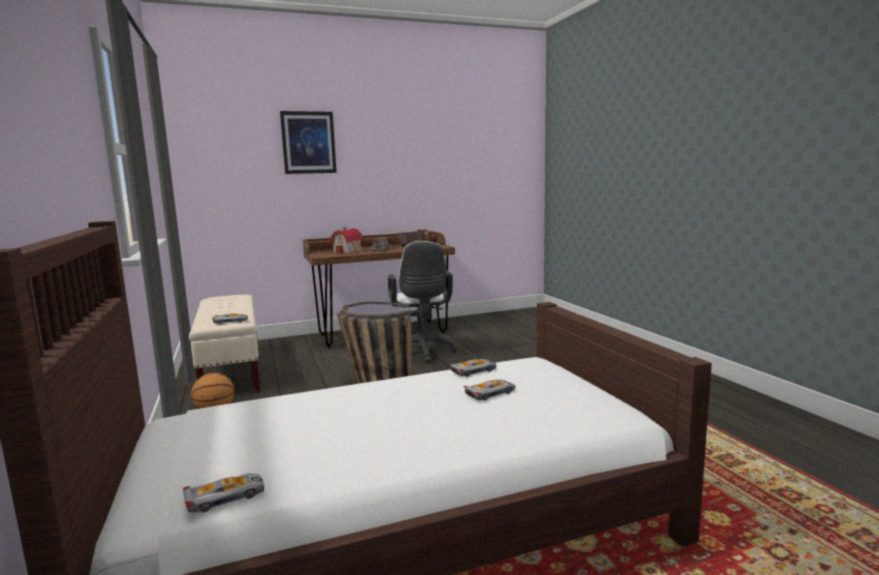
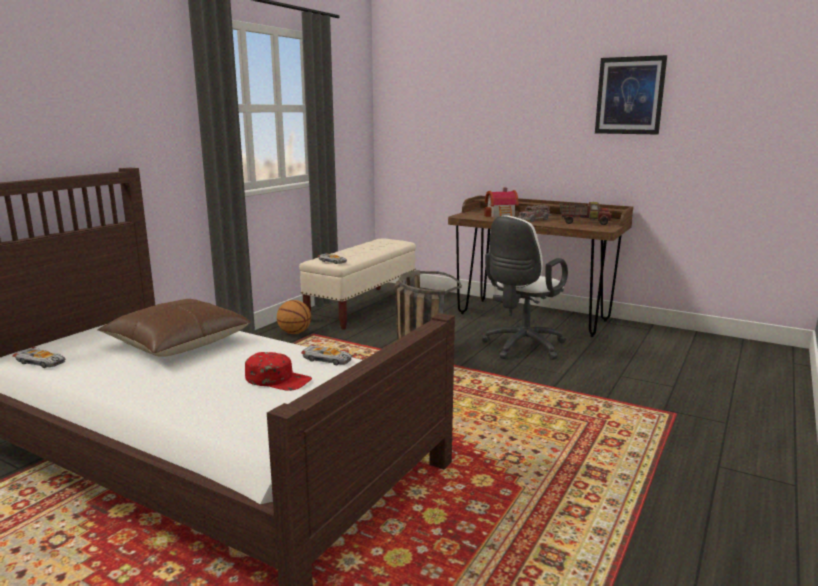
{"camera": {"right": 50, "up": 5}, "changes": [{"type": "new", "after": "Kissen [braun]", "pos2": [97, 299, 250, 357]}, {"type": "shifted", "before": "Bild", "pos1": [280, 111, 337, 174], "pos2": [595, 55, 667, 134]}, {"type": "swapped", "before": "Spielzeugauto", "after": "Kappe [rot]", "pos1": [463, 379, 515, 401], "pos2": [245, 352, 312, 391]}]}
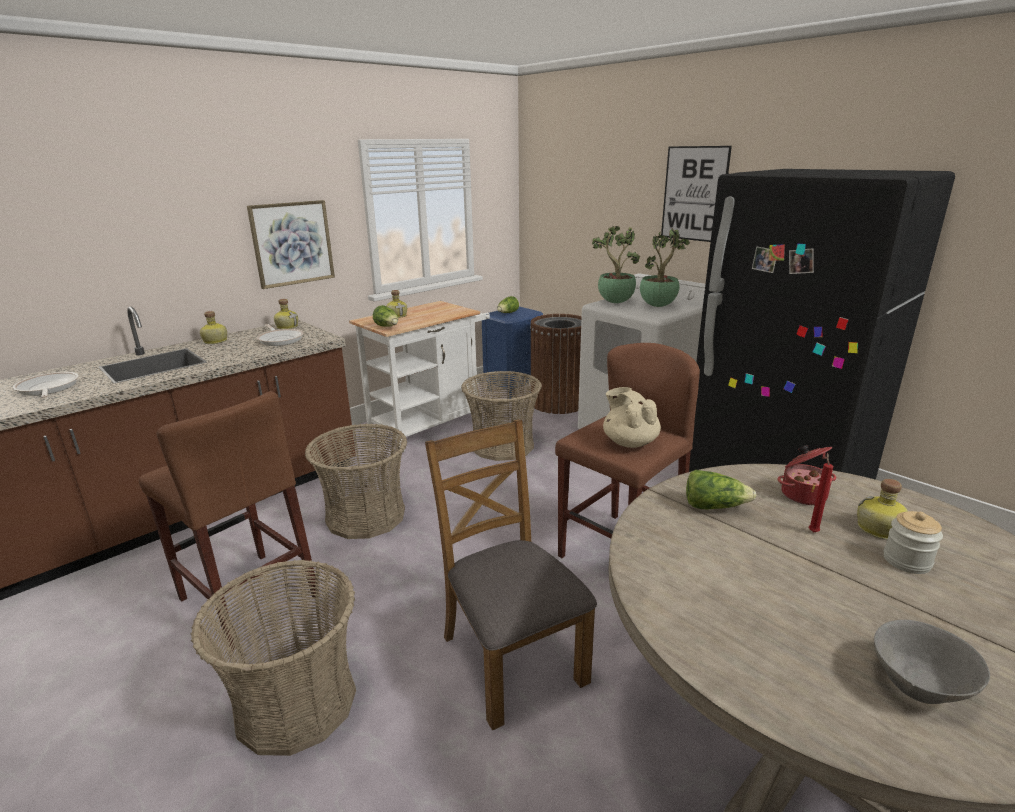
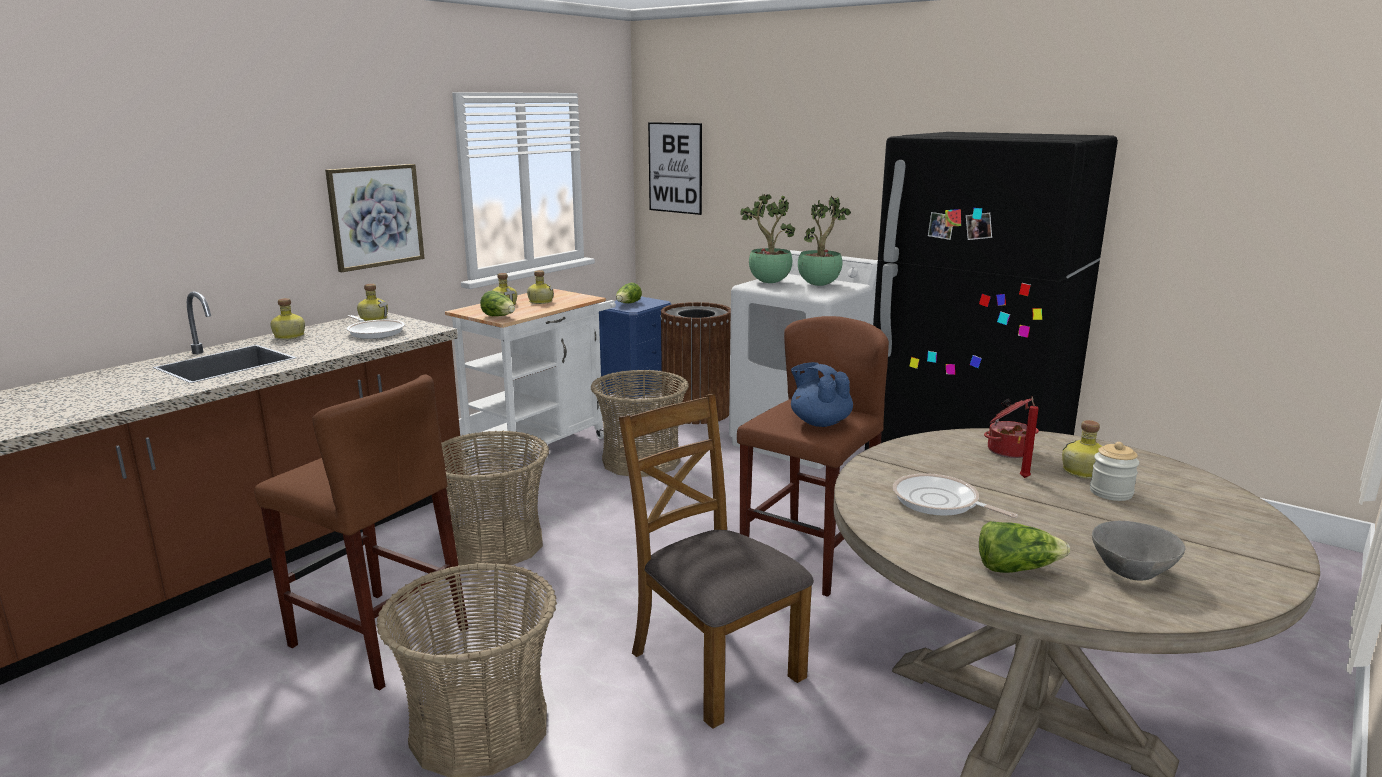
{"camera": {"right": -10, "up": -5}, "changes": [{"type": "new", "after": "Flasche", "pos2": [527, 270, 554, 304]}, {"type": "shifted", "before": "Pfanne", "pos1": [13, 372, 79, 398], "pos2": [893, 473, 1018, 518]}, {"type": "shifted", "before": "Bild", "pos1": [661, 146, 732, 242], "pos2": [648, 122, 702, 215]}, {"type": "shifted", "before": "Salatkopf", "pos1": [686, 470, 757, 509], "pos2": [979, 521, 1070, 573]}, {"type": "repainted", "before": "Teekanne [beige]", "after": "Teekanne [blau]", "pos1": [603, 387, 661, 448], "pos2": [791, 362, 853, 427]}]}
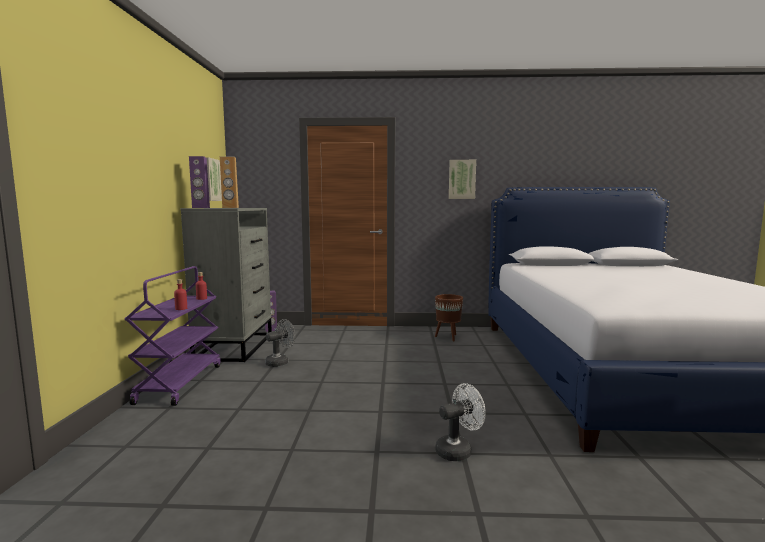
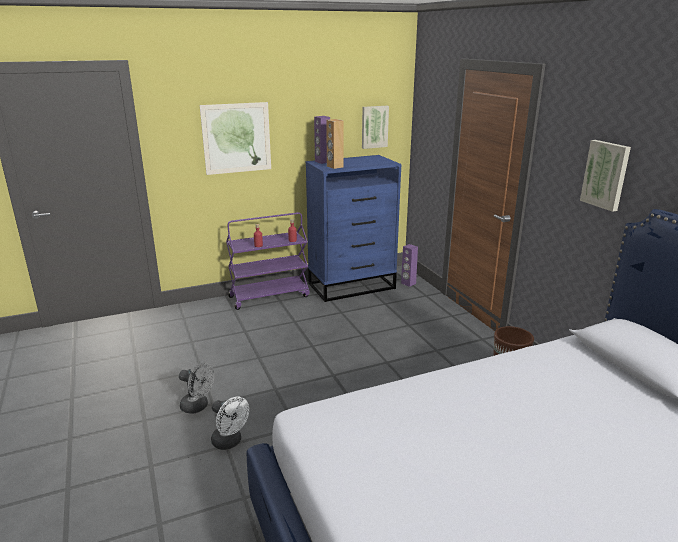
{"camera": {"right": 65, "up": 15}, "changes": [{"type": "new", "after": "Bild", "pos2": [200, 102, 271, 175]}, {"type": "shifted", "before": "Ventilator [grau]", "pos1": [265, 319, 295, 367], "pos2": [179, 362, 214, 414]}, {"type": "repainted", "before": "Kommode [grau]", "after": "Kommode [blau]", "pos1": [181, 208, 272, 362], "pos2": [306, 155, 401, 302]}]}
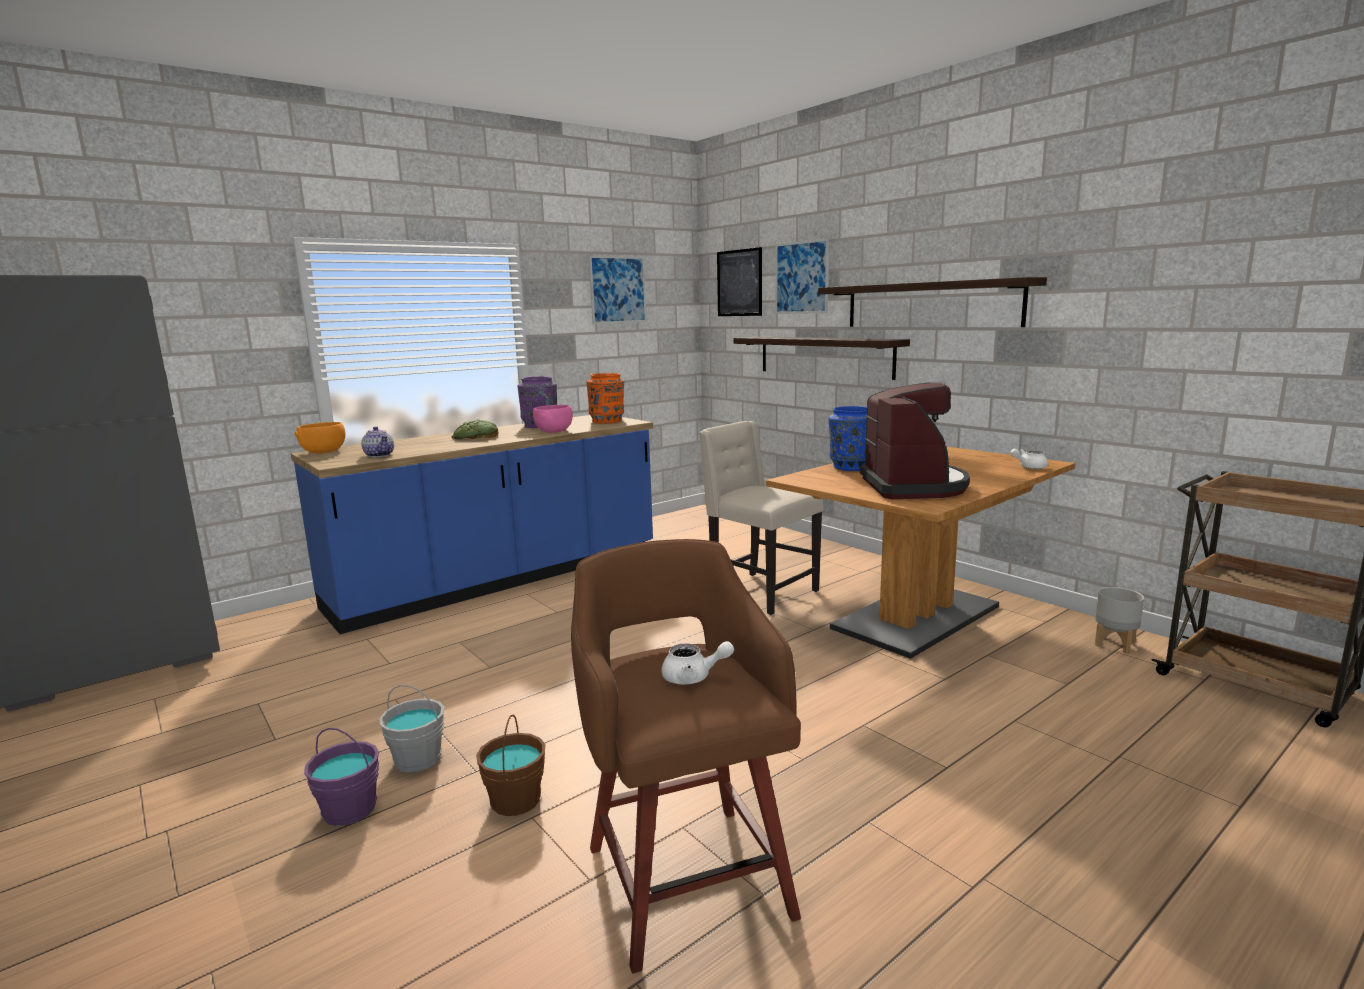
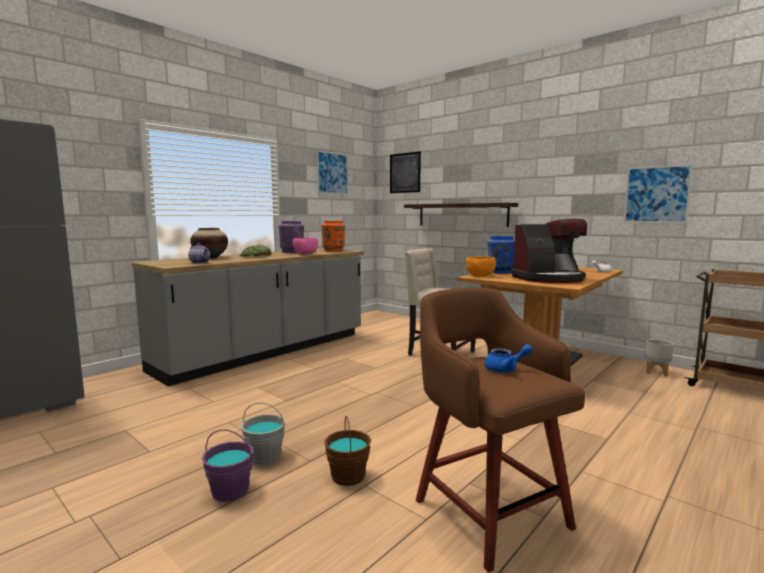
{"camera": {"right": -10, "up": -5}, "changes": [{"type": "gone", "before": "Wandregal", "pos1": [818, 277, 1047, 327]}, {"type": "new", "after": "Vase", "pos2": [190, 228, 228, 259]}, {"type": "shifted", "before": "Schüssel [orange]", "pos1": [295, 422, 346, 454], "pos2": [466, 256, 496, 277]}, {"type": "shifted", "before": "Bild", "pos1": [775, 238, 829, 314], "pos2": [623, 164, 693, 223]}, {"type": "repainted", "before": "Küchenzeile [blau]", "after": "Küchenzeile [grau]", "pos1": [291, 415, 653, 634], "pos2": [132, 248, 364, 386]}, {"type": "repainted", "before": "Teekanne [weiß]", "after": "Teekanne [blau]", "pos1": [661, 641, 734, 685], "pos2": [485, 344, 533, 372]}, {"type": "rotated", "before": "Kaffeemaschine", "pos1": [860, 382, 970, 499], "pos2": [510, 219, 587, 283], "turn": 90}]}
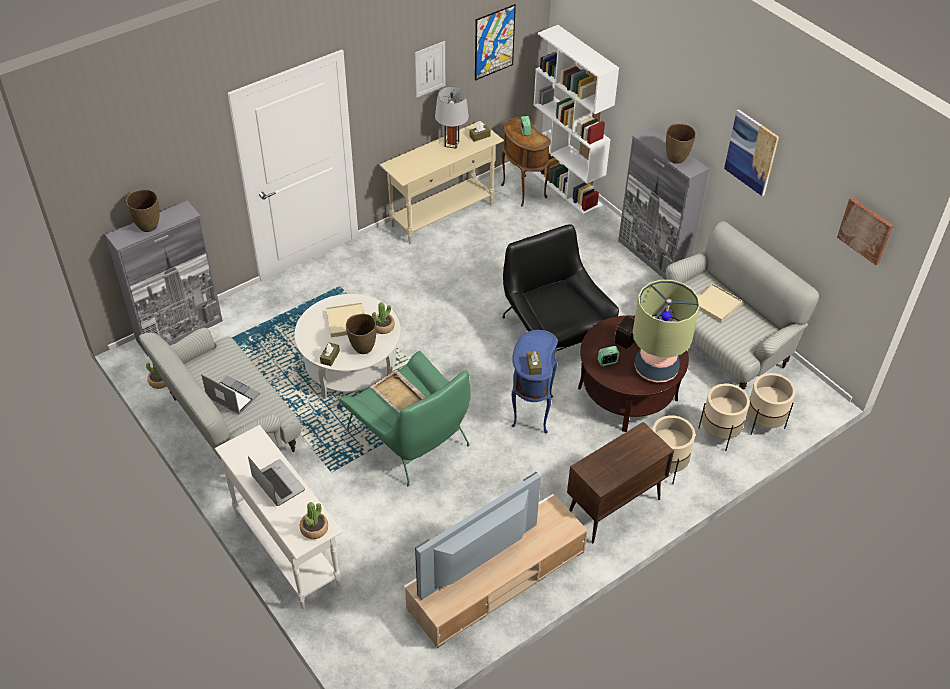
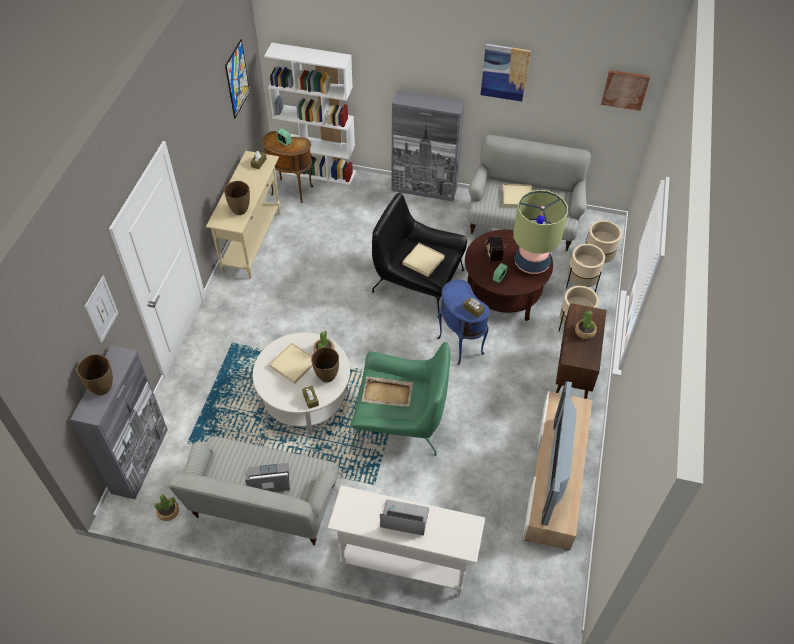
{"camera": {"right": -40, "up": 5}, "changes": [{"type": "gone", "before": "Tischlampe [grau]", "pos1": [435, 87, 469, 149]}, {"type": "new", "after": "Tablett [beige]", "pos2": [403, 243, 445, 277]}, {"type": "shifted", "before": "Topfpflanze", "pos1": [300, 502, 328, 539], "pos2": [575, 311, 597, 339]}, {"type": "shifted", "before": "Bild", "pos1": [415, 41, 445, 98], "pos2": [84, 276, 118, 343]}, {"type": "shifted", "before": "Vase [braun]", "pos1": [666, 123, 696, 164], "pos2": [224, 181, 250, 215]}]}
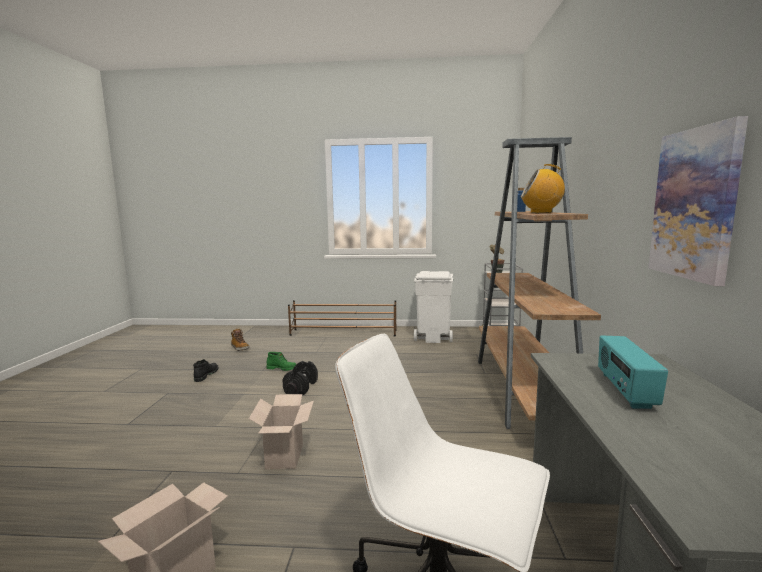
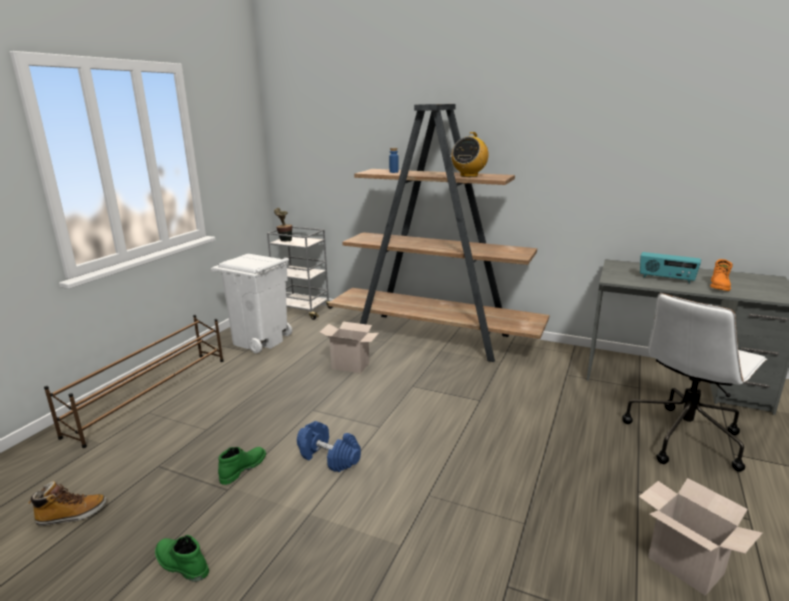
{"camera": {"right": -70, "up": 10}, "changes": [{"type": "gone", "before": "Bild", "pos1": [648, 116, 748, 286]}, {"type": "new", "after": "Stiefel [orange]", "pos2": [710, 259, 733, 291]}, {"type": "shifted", "before": "Karton", "pos1": [249, 394, 314, 469], "pos2": [320, 322, 379, 374]}, {"type": "repainted", "before": "Stiefel [schwarz]", "after": "Stiefel [grün]", "pos1": [193, 359, 219, 382], "pos2": [155, 535, 209, 582]}, {"type": "repainted", "before": "Hantel [schwarz]", "after": "Hantel [blau]", "pos1": [283, 361, 318, 395], "pos2": [297, 421, 361, 472]}]}
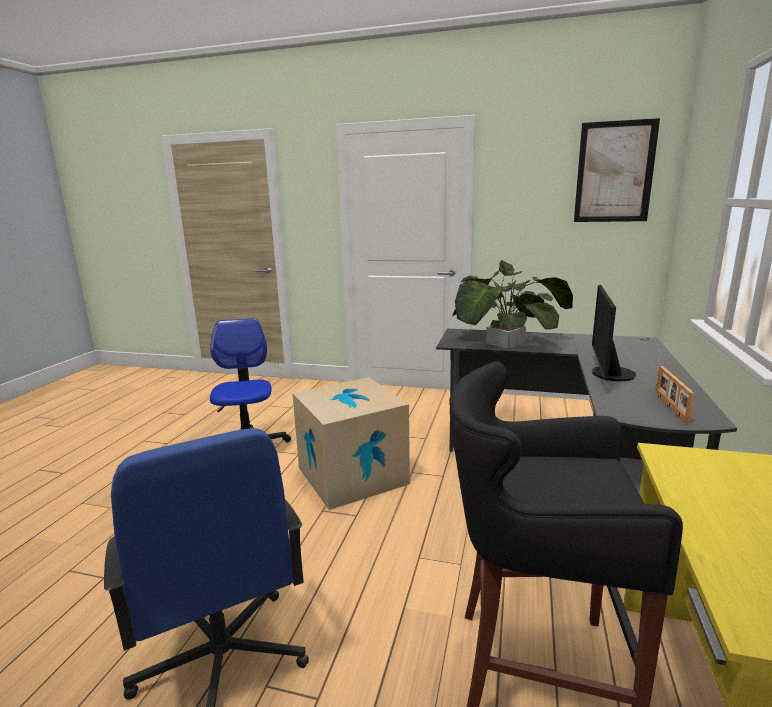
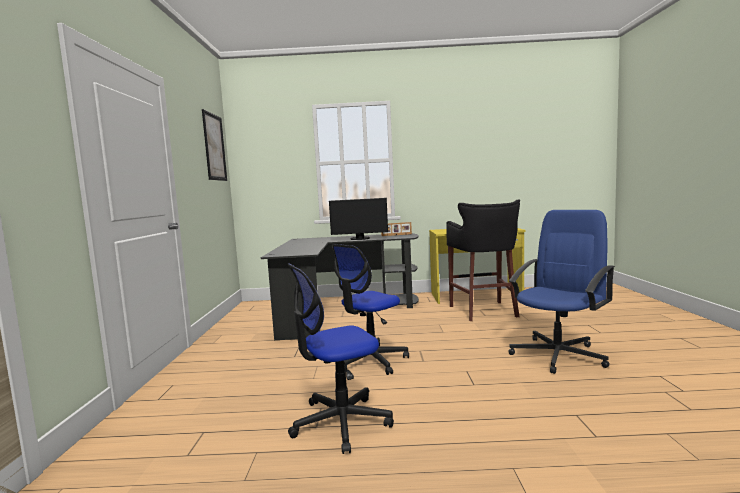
{"camera": {"right": -105, "up": -10}, "changes": [{"type": "gone", "before": "Topfpflanze", "pos1": [452, 260, 573, 349]}, {"type": "swapped", "before": "Karton", "after": "Bürostuhl", "pos1": [292, 377, 410, 510], "pos2": [332, 244, 409, 375]}]}
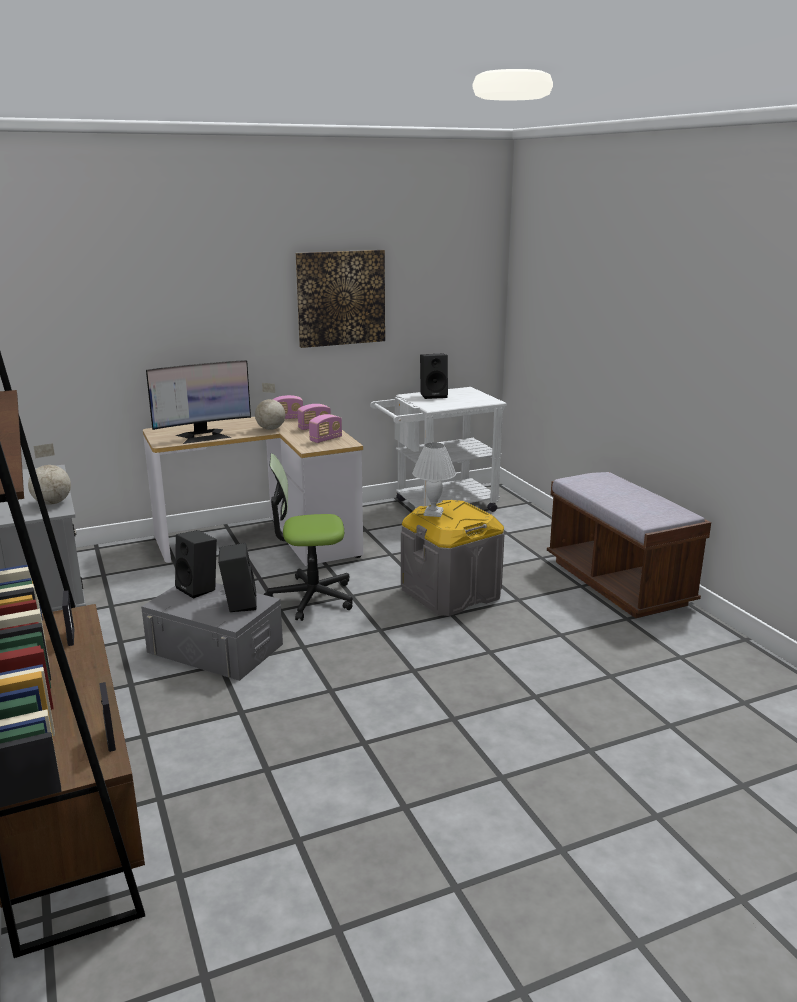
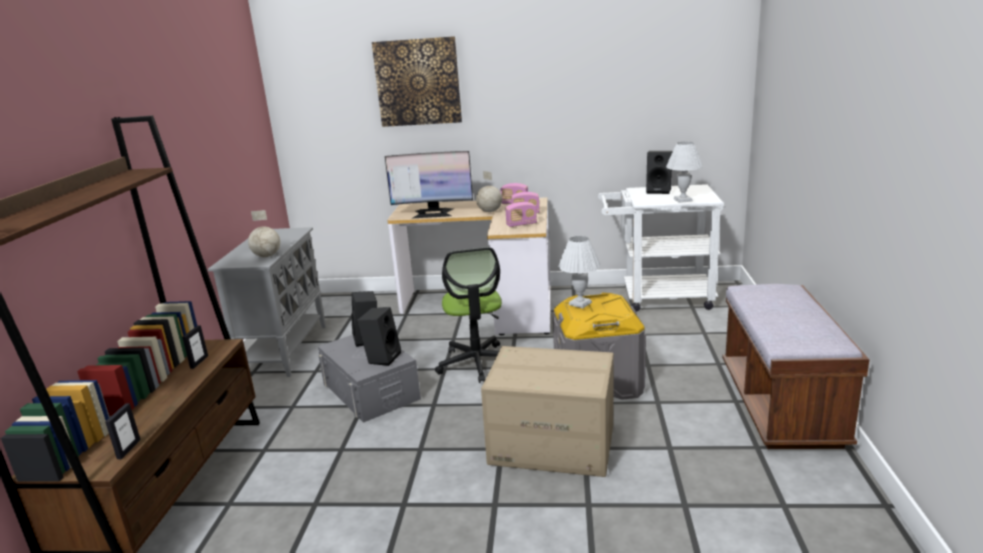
{"camera": {"right": 30, "up": 0}, "changes": [{"type": "new", "after": "Karton", "pos2": [481, 346, 614, 477]}, {"type": "new", "after": "Tischlampe [weiß]", "pos2": [666, 142, 703, 203]}, {"type": "shifted", "before": "Bild", "pos1": [296, 250, 385, 348], "pos2": [372, 36, 462, 127]}, {"type": "rotated", "before": "Bürostuhl", "pos1": [263, 453, 353, 621], "pos2": [435, 247, 502, 383], "turn": -120}]}
